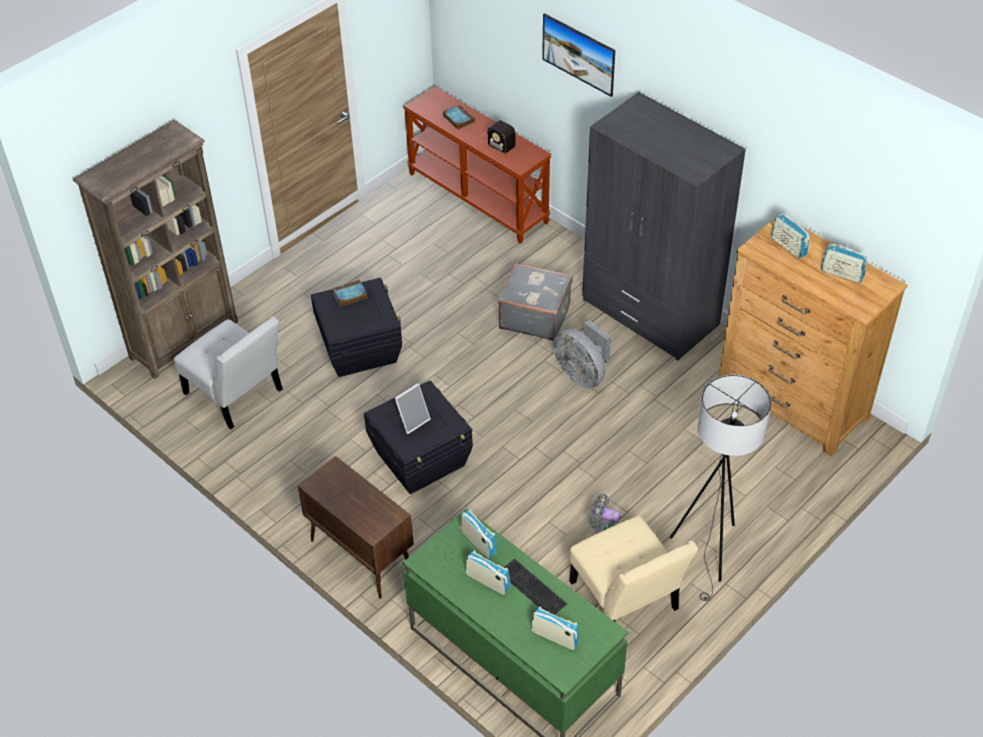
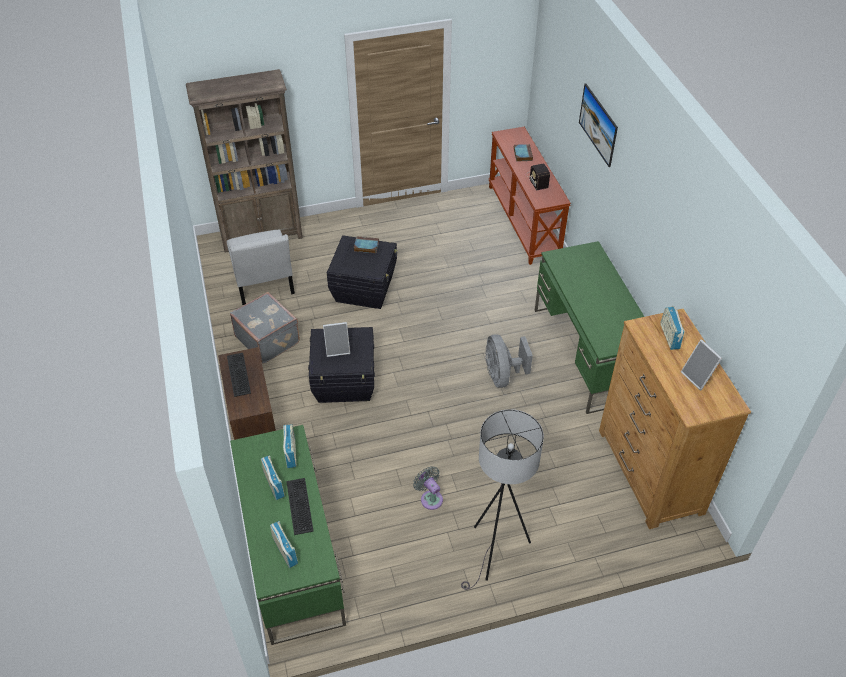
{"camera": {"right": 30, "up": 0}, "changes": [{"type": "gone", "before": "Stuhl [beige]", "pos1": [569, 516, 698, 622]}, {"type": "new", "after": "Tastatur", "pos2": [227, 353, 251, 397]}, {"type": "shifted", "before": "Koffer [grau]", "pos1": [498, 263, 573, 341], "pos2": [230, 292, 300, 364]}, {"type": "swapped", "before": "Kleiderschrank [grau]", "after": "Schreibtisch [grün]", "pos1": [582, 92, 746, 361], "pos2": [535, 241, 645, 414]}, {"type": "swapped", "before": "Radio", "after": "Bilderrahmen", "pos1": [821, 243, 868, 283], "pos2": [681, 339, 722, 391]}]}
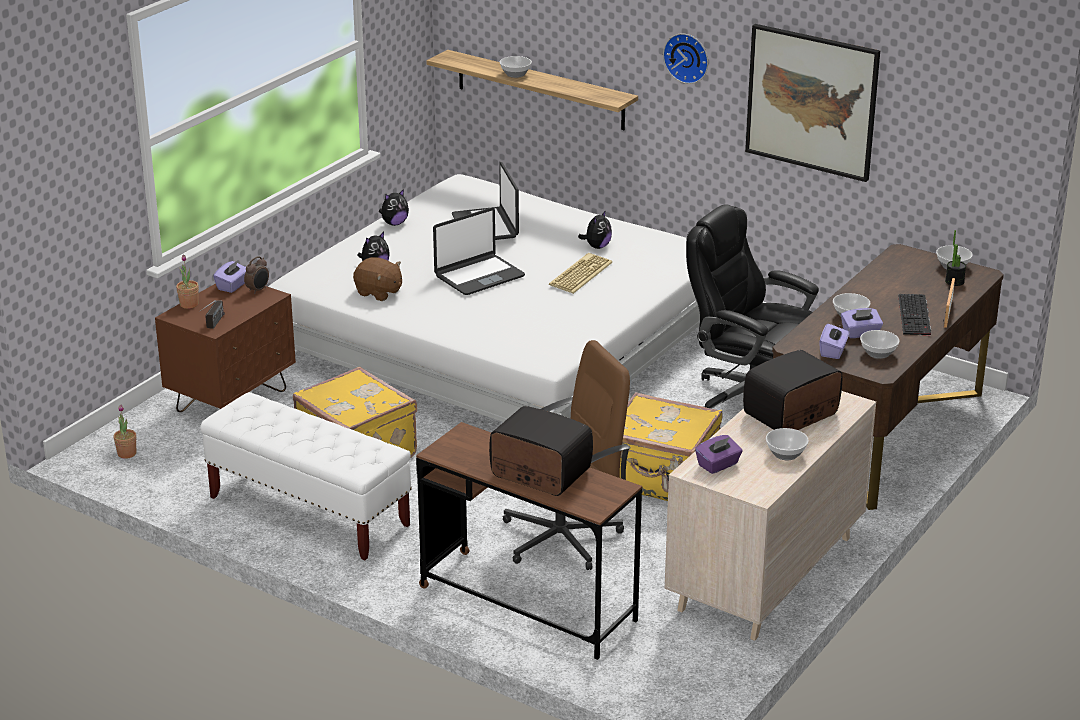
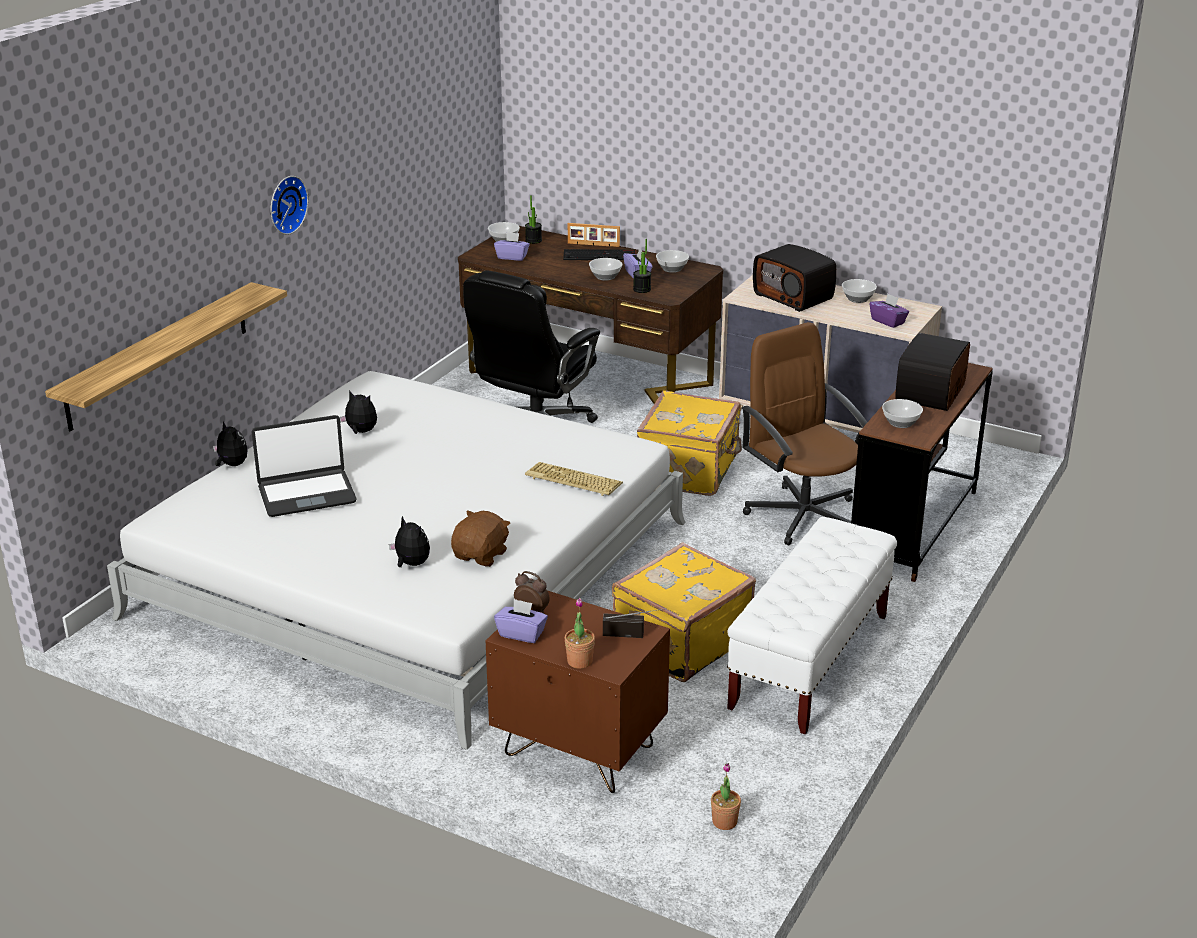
{"camera": {"right": -95, "up": 0}, "changes": [{"type": "gone", "before": "Laptop", "pos1": [433, 208, 525, 295]}, {"type": "gone", "before": "Bild", "pos1": [745, 24, 880, 182]}, {"type": "new", "after": "Topfpflanze", "pos2": [633, 239, 651, 293]}, {"type": "shifted", "before": "Plüschtier", "pos1": [379, 189, 409, 226], "pos2": [213, 421, 247, 466]}, {"type": "shifted", "before": "Schüssel", "pos1": [500, 56, 532, 78], "pos2": [882, 399, 923, 428]}, {"type": "shifted", "before": "Tastatur", "pos1": [549, 253, 612, 294], "pos2": [525, 462, 623, 496]}, {"type": "shifted", "before": "Taschentuchbox [lila]", "pos1": [819, 324, 849, 359], "pos2": [494, 232, 530, 261]}]}
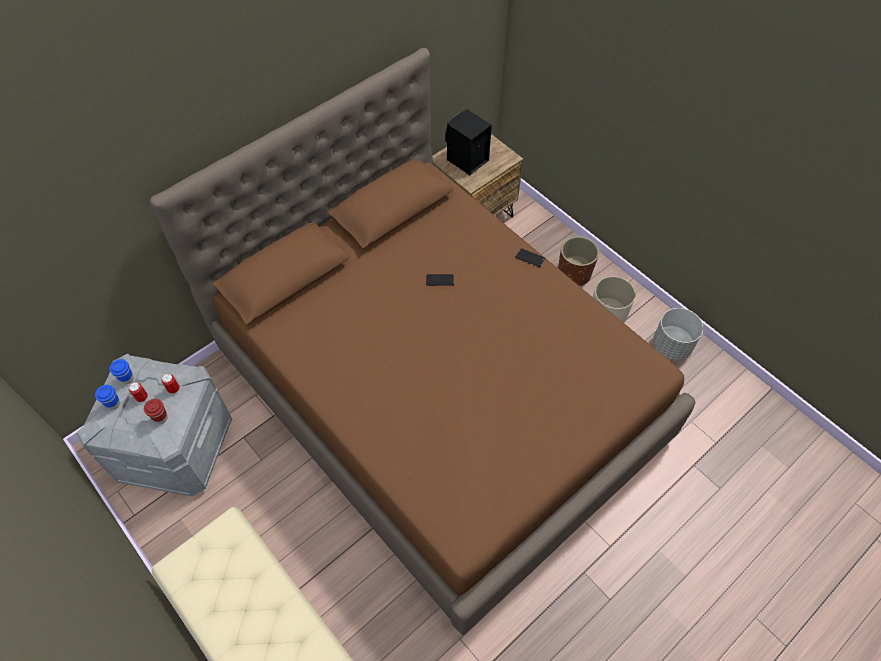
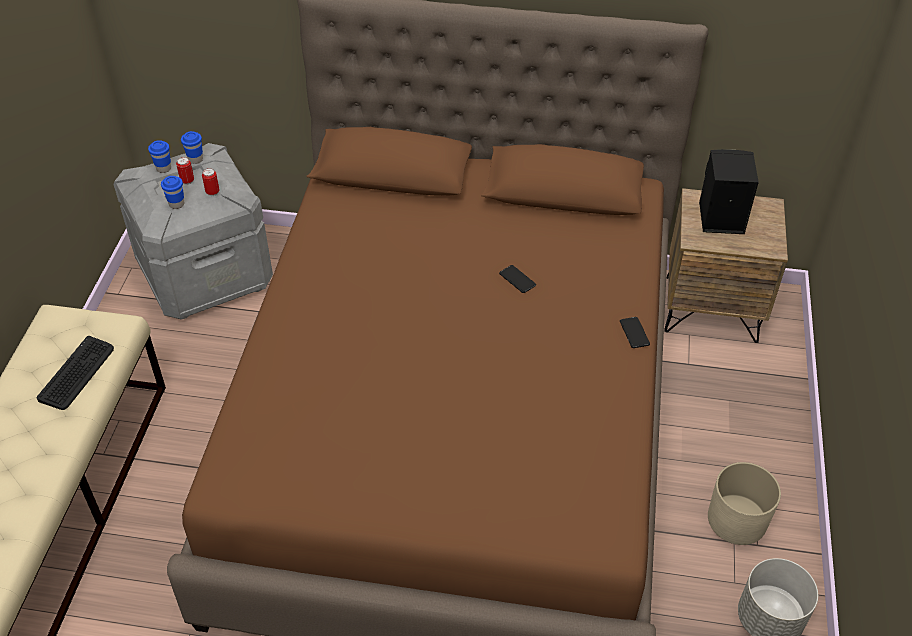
{"camera": {"right": 50, "up": -10}, "changes": [{"type": "gone", "before": "Pflanzkübel [braun]", "pos1": [558, 236, 599, 286]}, {"type": "new", "after": "Tastatur", "pos2": [37, 336, 114, 410]}, {"type": "repainted", "before": "Tasse [rot]", "after": "Tasse [blau]", "pos1": [144, 399, 168, 424], "pos2": [161, 176, 184, 209]}]}
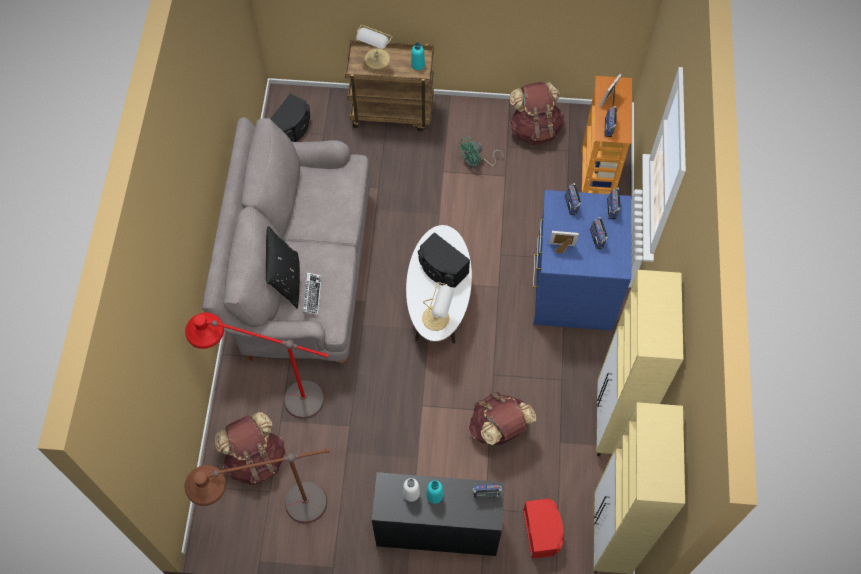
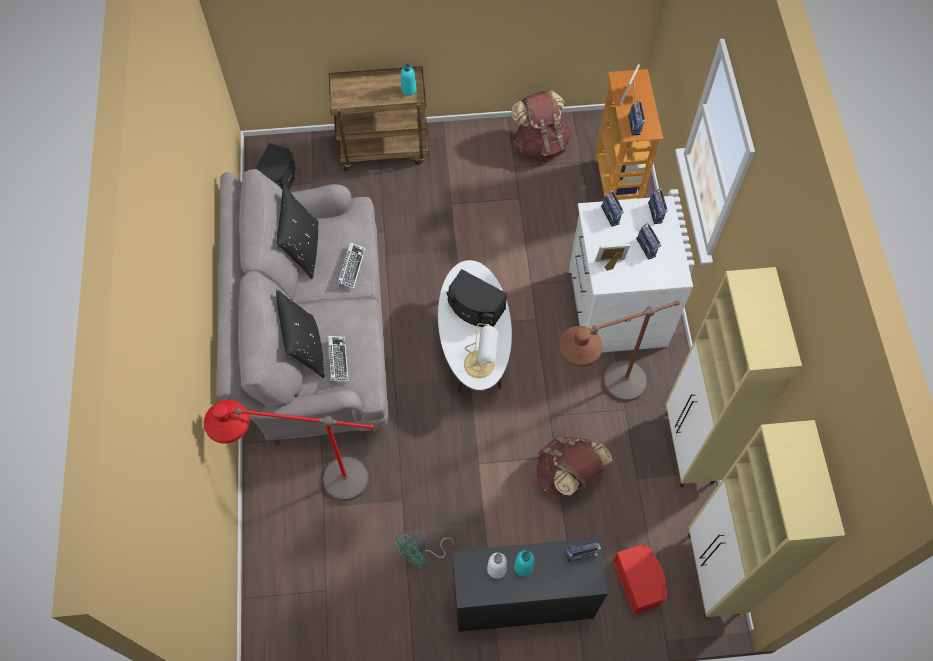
{"camera": {"right": -10, "up": 0}, "changes": [{"type": "gone", "before": "Rucksack [braun]", "pos1": [215, 412, 286, 485]}, {"type": "gone", "before": "Tischlampe", "pos1": [356, 25, 392, 69]}, {"type": "new", "after": "Kissen [schwarz]", "pos2": [276, 186, 318, 279]}, {"type": "new", "after": "Tastatur", "pos2": [338, 242, 366, 289]}, {"type": "shifted", "before": "Stehlampe [braun]", "pos1": [185, 448, 330, 524], "pos2": [558, 300, 680, 402]}, {"type": "shifted", "before": "Ventilator [grün]", "pos1": [458, 136, 503, 167], "pos2": [394, 534, 454, 568]}, {"type": "repainted", "before": "Kommode [blau]", "after": "Kommode [weiß]", "pos1": [533, 190, 631, 330], "pos2": [569, 196, 693, 352]}]}
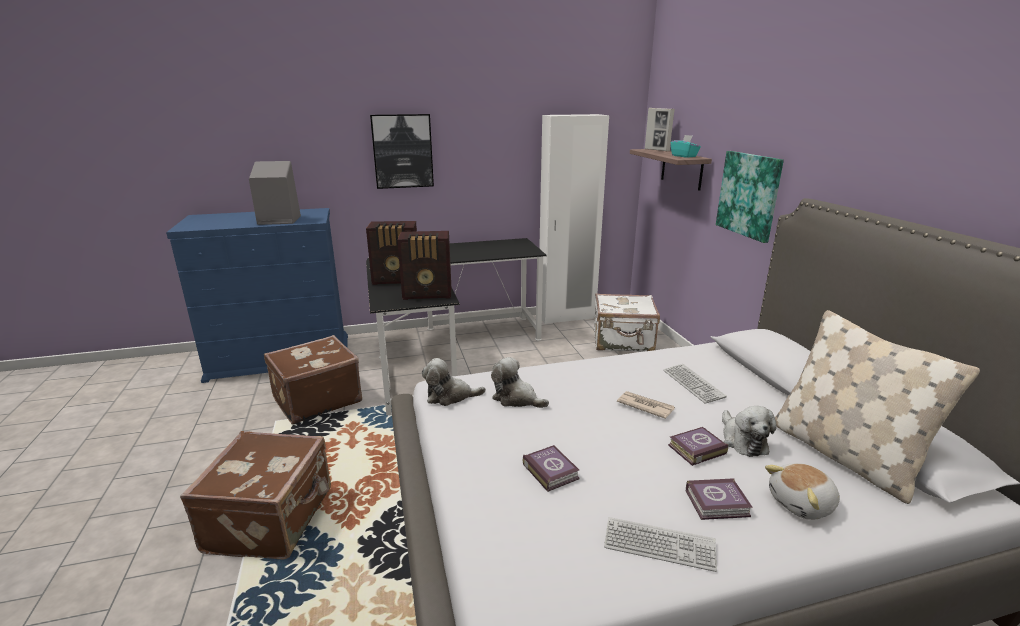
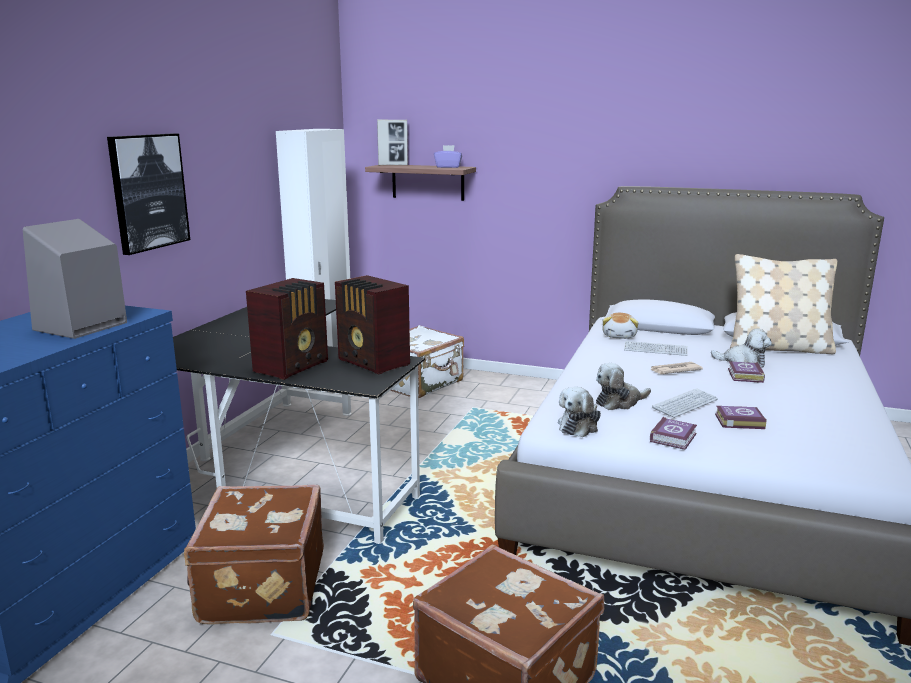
{"camera": {"right": -55, "up": -5}, "changes": [{"type": "gone", "before": "Bild", "pos1": [716, 151, 784, 243]}, {"type": "shifted", "before": "Tastatur", "pos1": [604, 517, 717, 572], "pos2": [652, 388, 718, 418]}, {"type": "shifted", "before": "Buch", "pos1": [686, 478, 753, 520], "pos2": [650, 417, 697, 450]}, {"type": "shifted", "before": "Plüschtier", "pos1": [765, 463, 840, 520], "pos2": [602, 313, 638, 339]}, {"type": "repainted", "before": "Taschentuchbox [türkis]", "after": "Taschentuchbox [lila]", "pos1": [671, 135, 701, 158], "pos2": [434, 145, 462, 168]}, {"type": "rotated", "before": "Radio", "pos1": [397, 231, 451, 300], "pos2": [335, 275, 410, 375], "turn": 105}]}
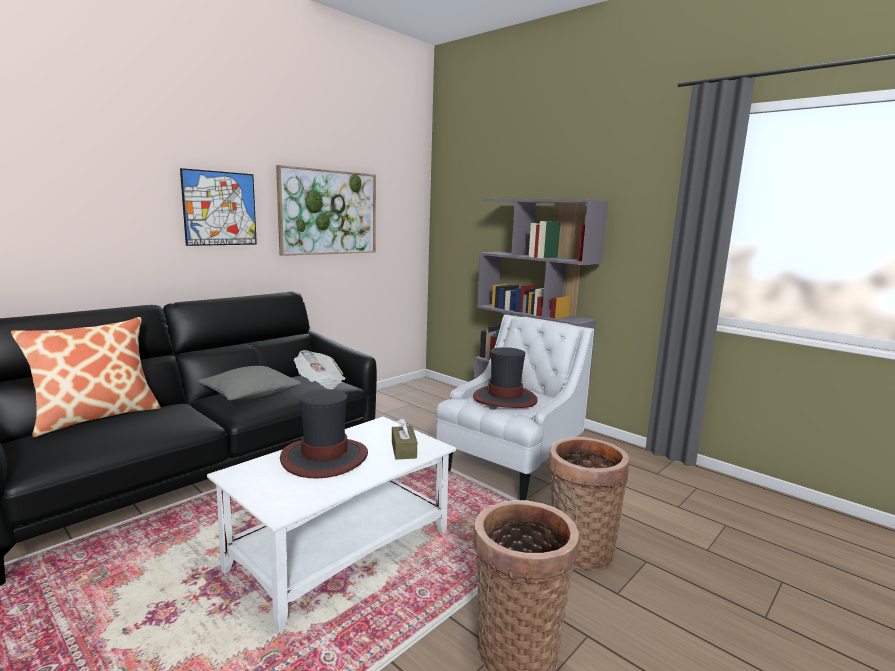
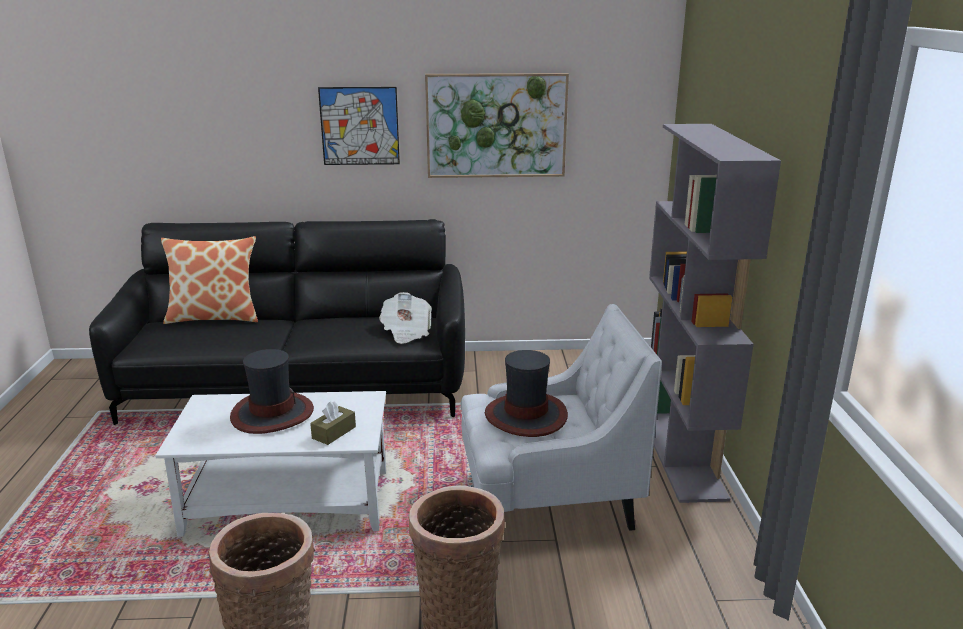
{"camera": {"right": 45, "up": 10}, "changes": [{"type": "gone", "before": "Kissen [grau]", "pos1": [198, 366, 301, 401]}]}
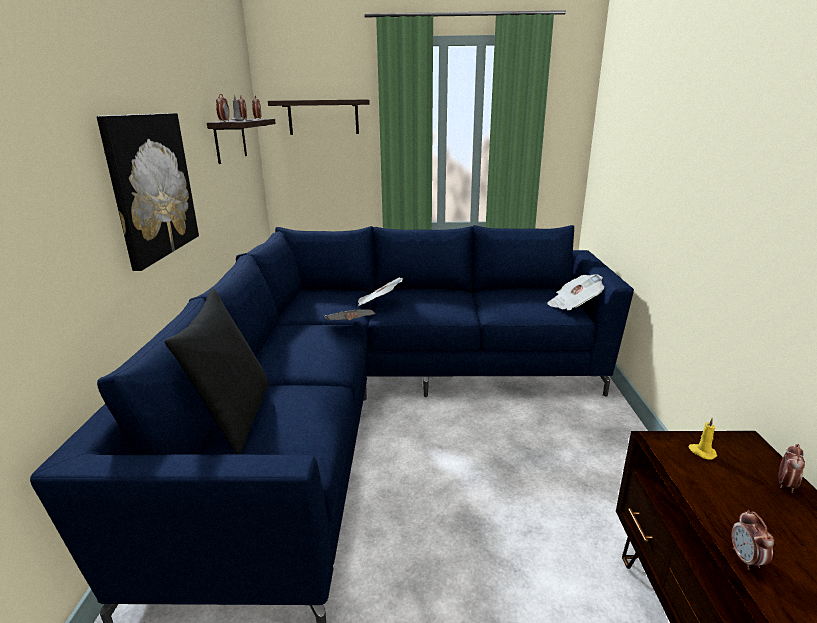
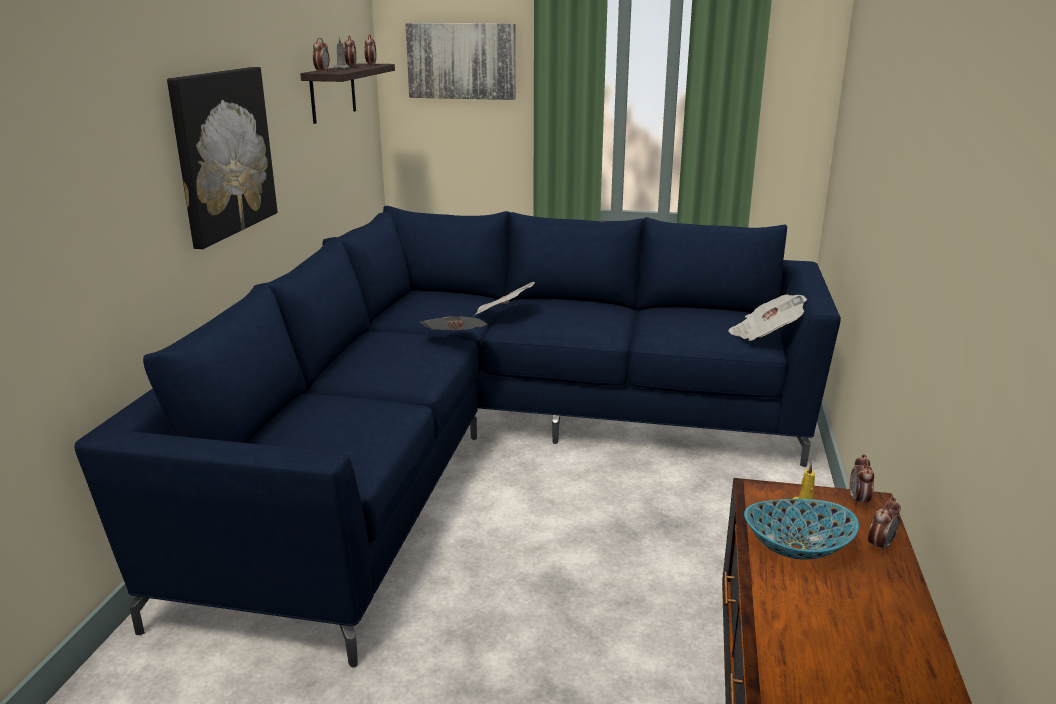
{"camera": {"right": 10, "up": 0}, "changes": [{"type": "gone", "before": "Kissen [schwarz]", "pos1": [165, 289, 269, 454]}, {"type": "new", "after": "Schüssel", "pos2": [744, 499, 859, 560]}, {"type": "shifted", "before": "Wecker", "pos1": [731, 510, 775, 570], "pos2": [850, 454, 874, 507]}, {"type": "swapped", "before": "Wandregal", "after": "Bild", "pos1": [268, 100, 370, 135], "pos2": [405, 23, 516, 100]}]}
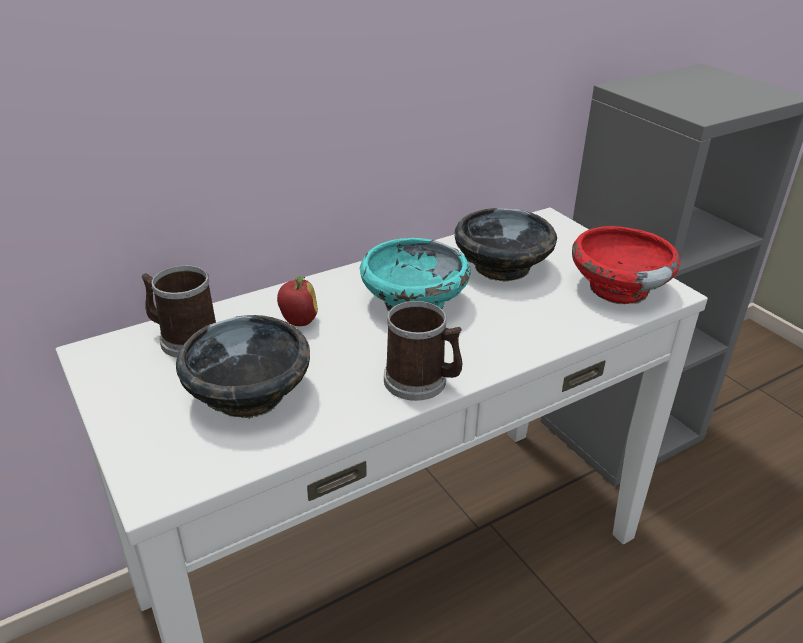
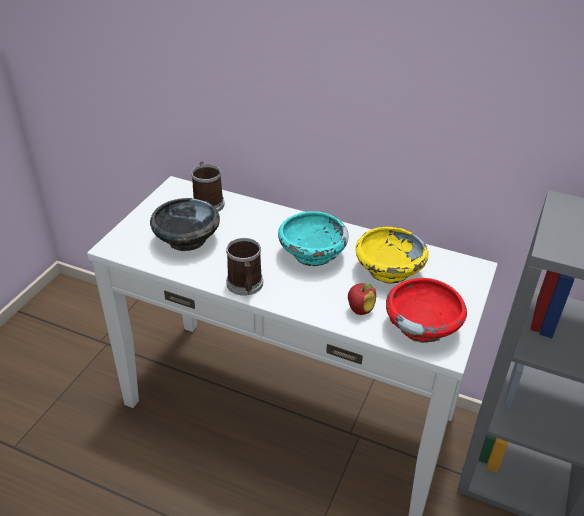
{"camera": {"right": 55, "up": 5}, "changes": [{"type": "shifted", "before": "Apfel", "pos1": [277, 276, 318, 326], "pos2": [348, 283, 376, 315]}, {"type": "repainted", "before": "Schüssel [schwarz]", "after": "Schüssel [gelb]", "pos1": [455, 208, 557, 281], "pos2": [355, 227, 429, 284]}]}
